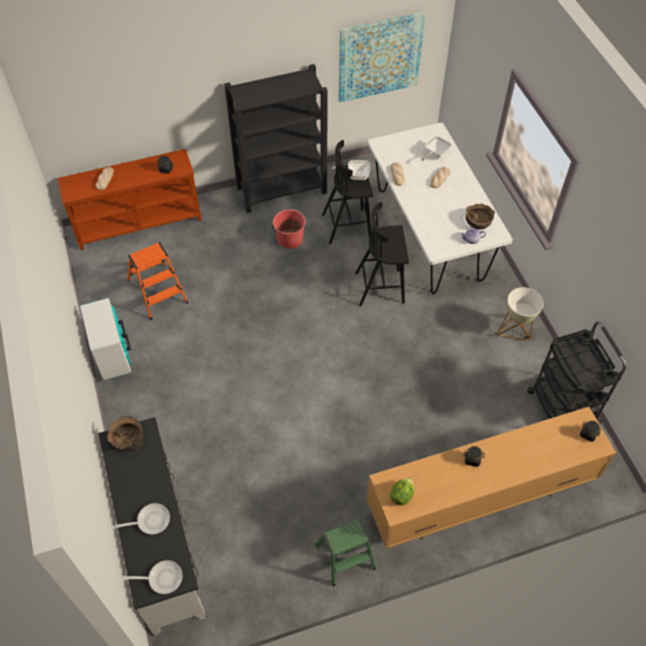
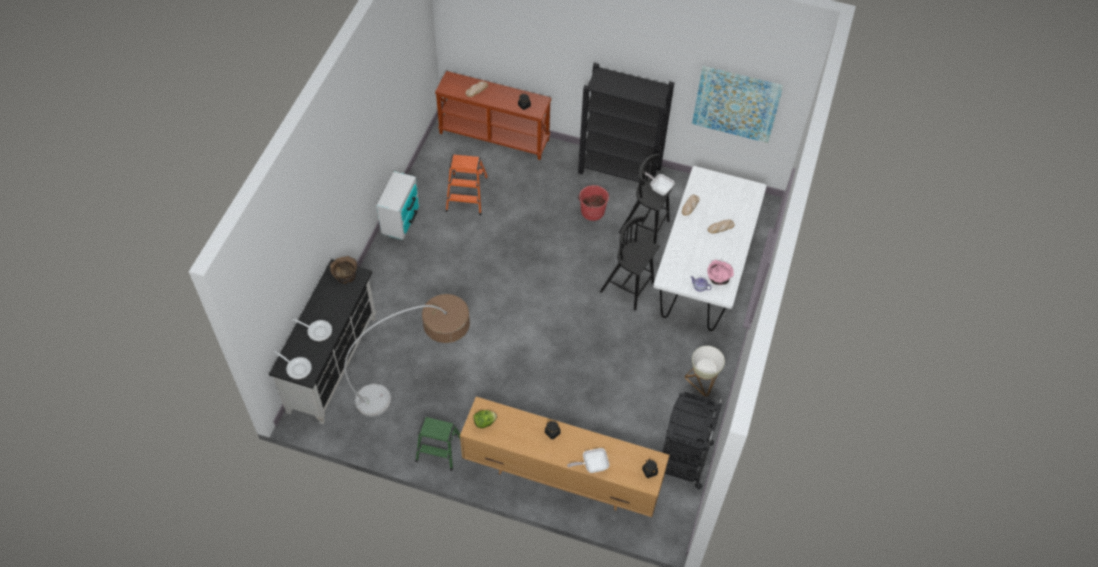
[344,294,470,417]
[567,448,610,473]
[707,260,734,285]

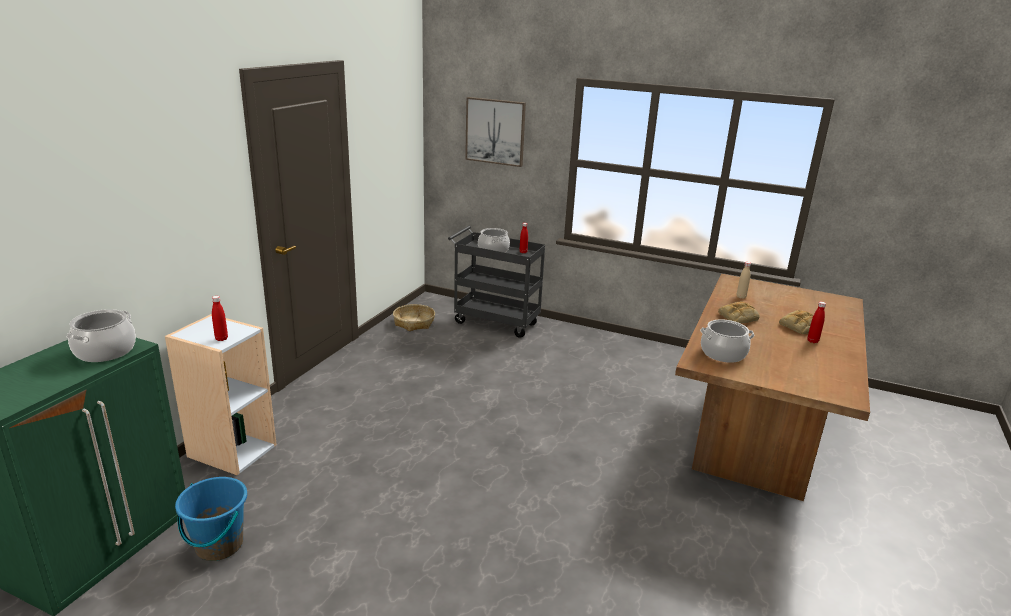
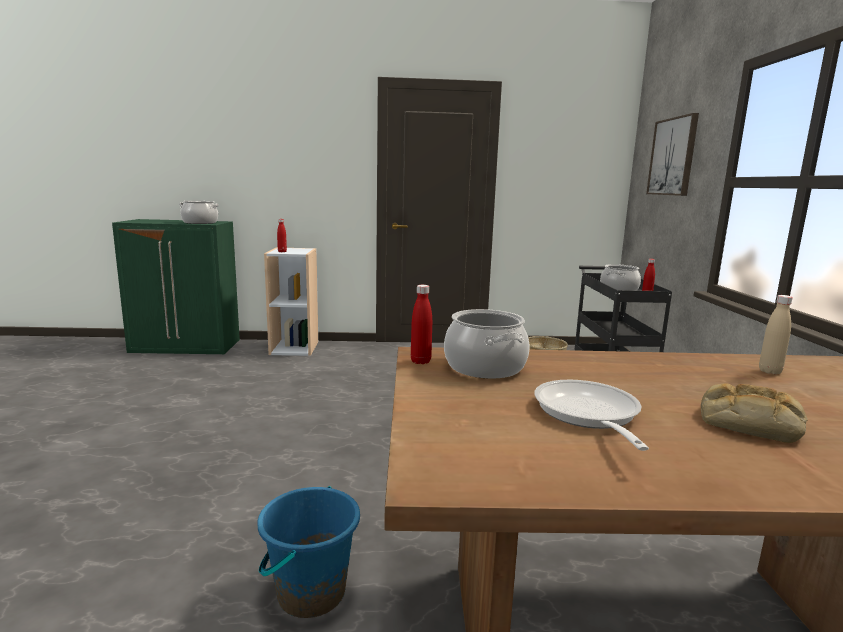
[257,486,360,618]
[411,285,432,364]
[534,380,649,451]
[718,302,760,323] (first image)

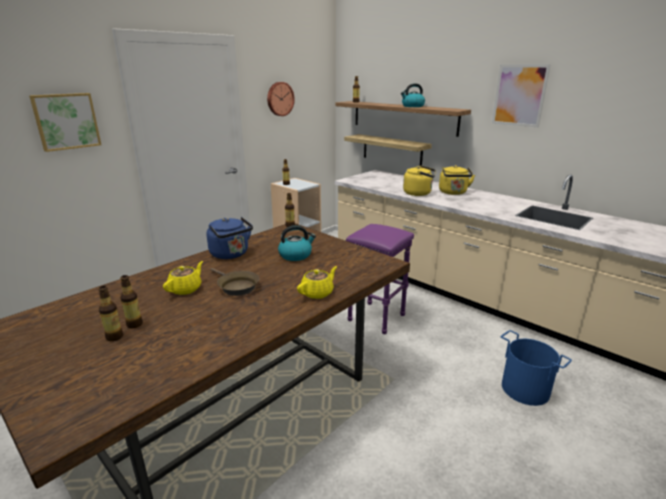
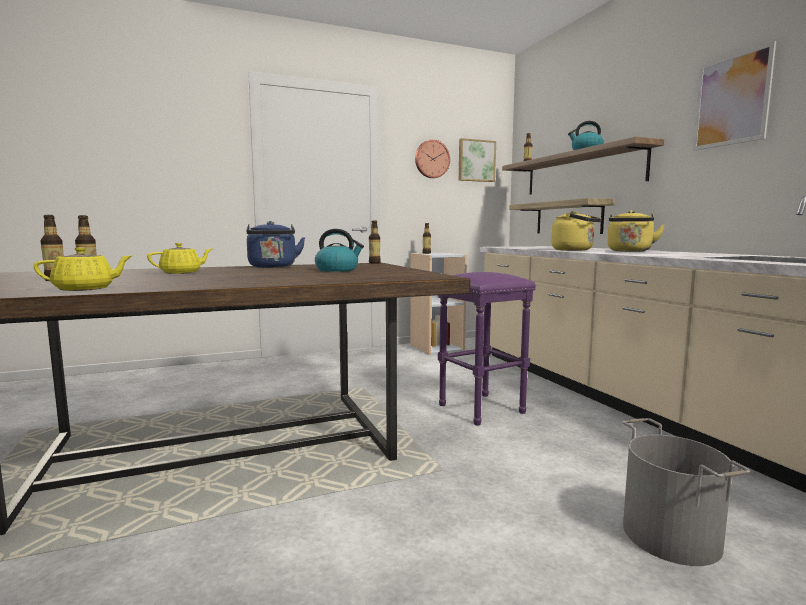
[33,247,131,291]
[459,138,496,182]
[622,418,750,566]
[210,268,260,296] (first image)

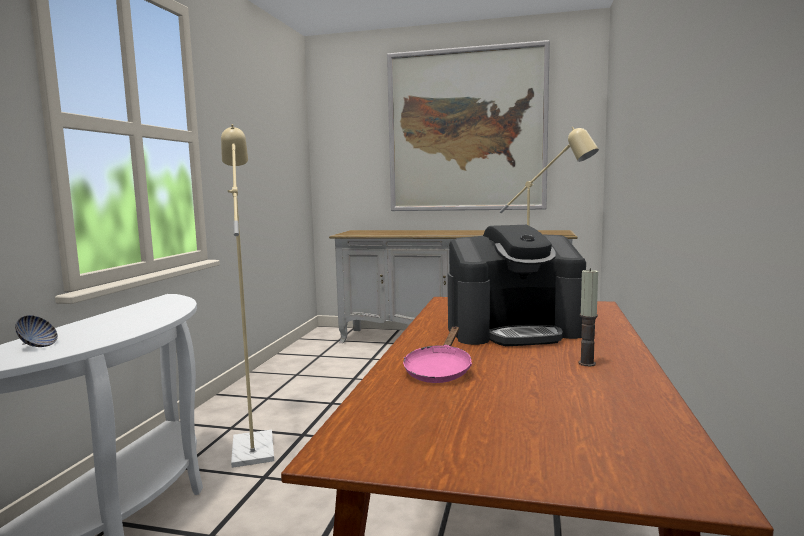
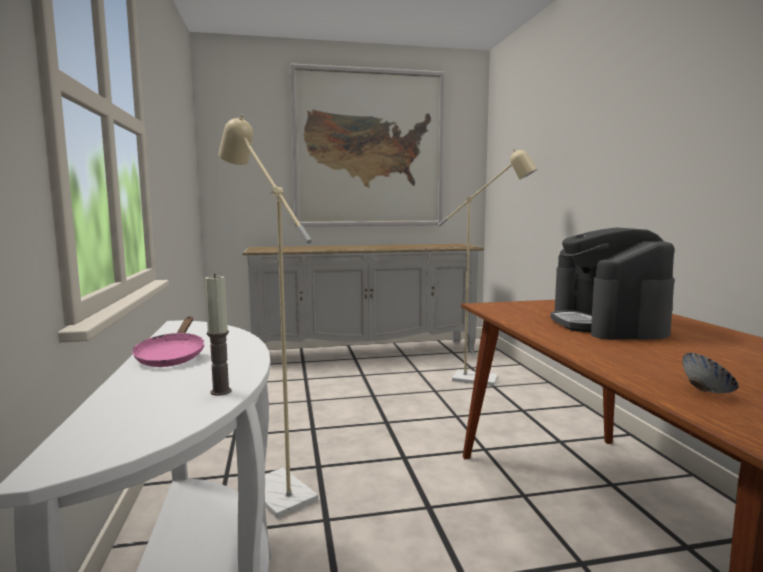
[132,317,204,367]
[205,274,232,396]
[551,227,675,340]
[683,353,739,393]

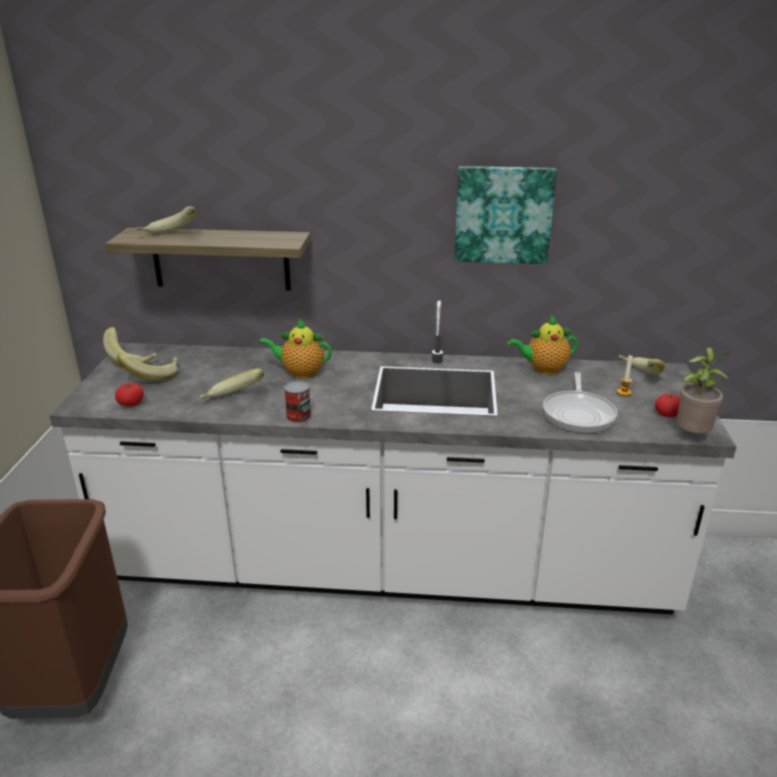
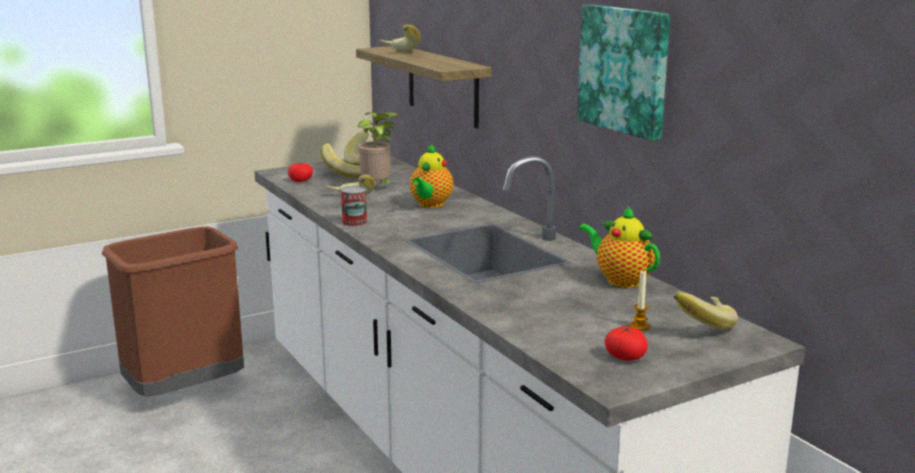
[358,112,398,184]
[410,143,454,208]
[543,372,617,433] (first image)

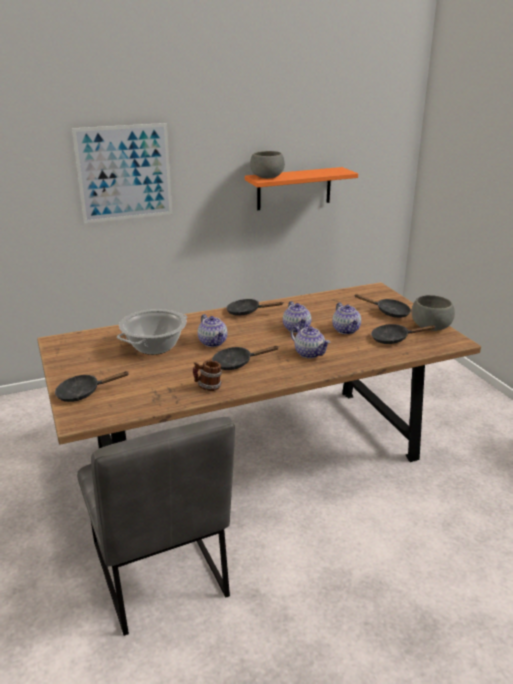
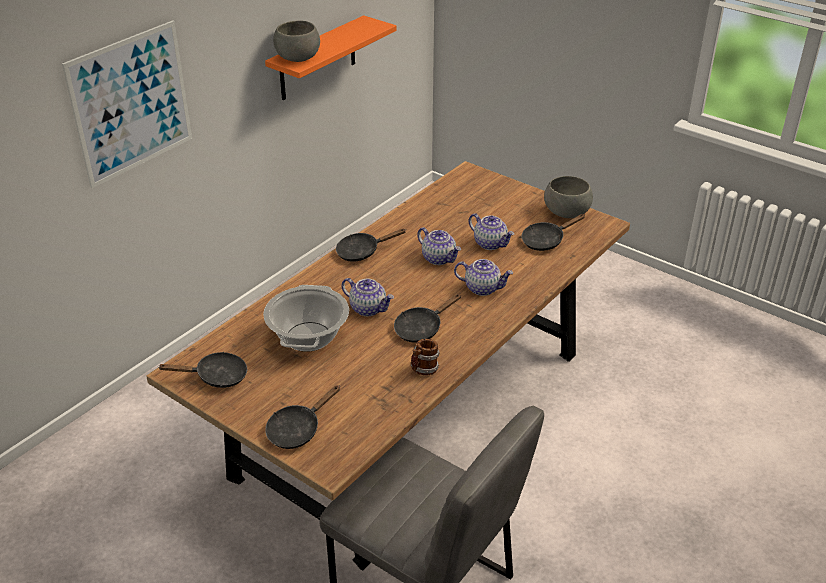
[158,352,247,388]

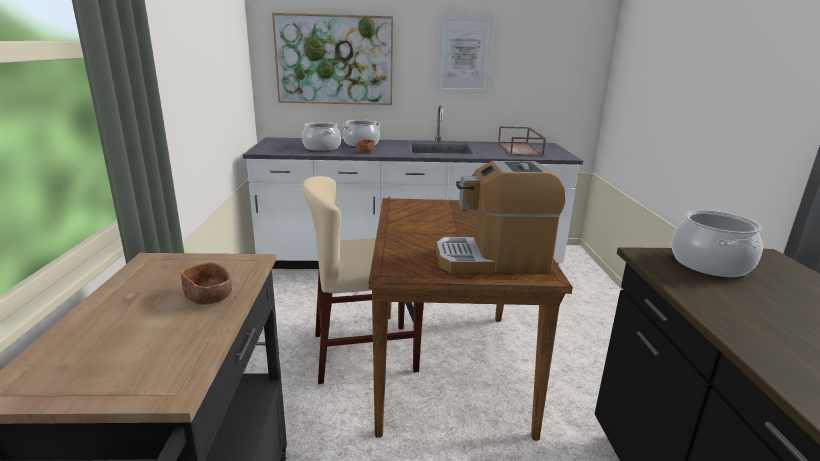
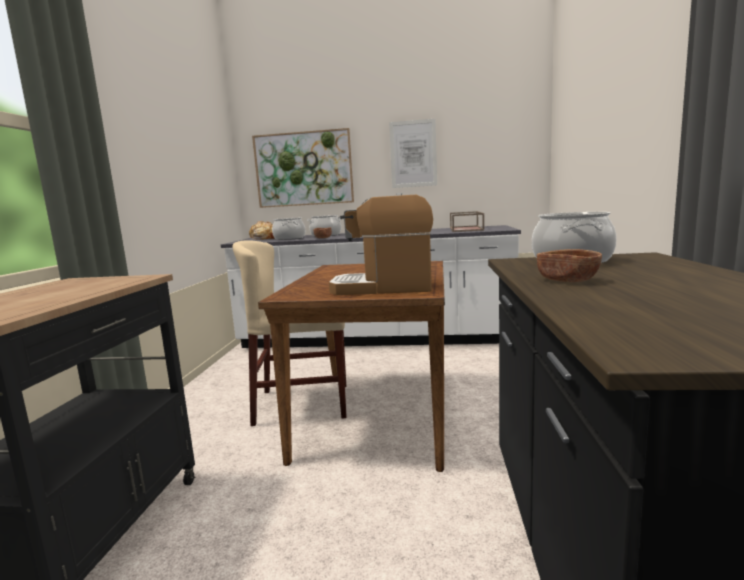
[249,221,275,240]
[537,249,602,282]

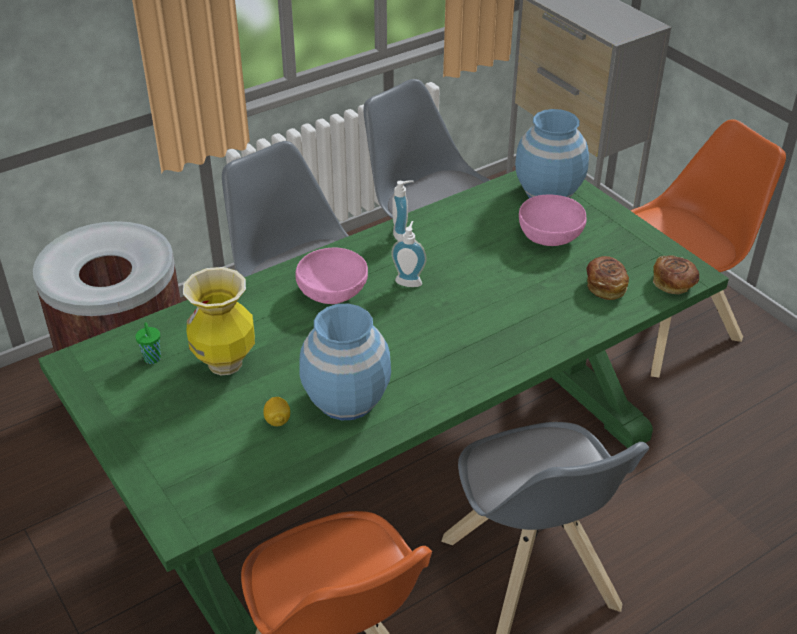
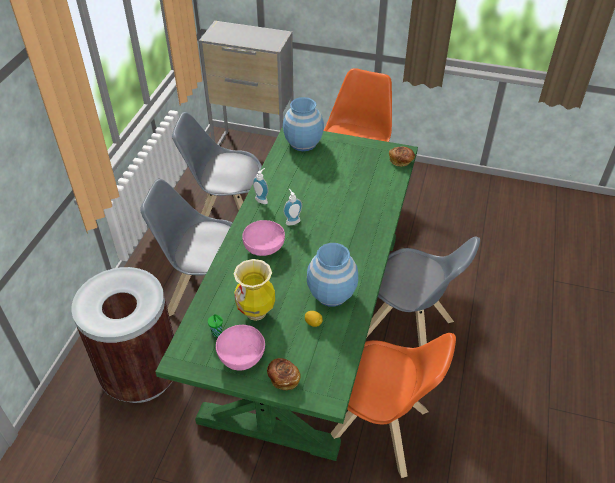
[216,325,265,371]
[267,358,300,390]

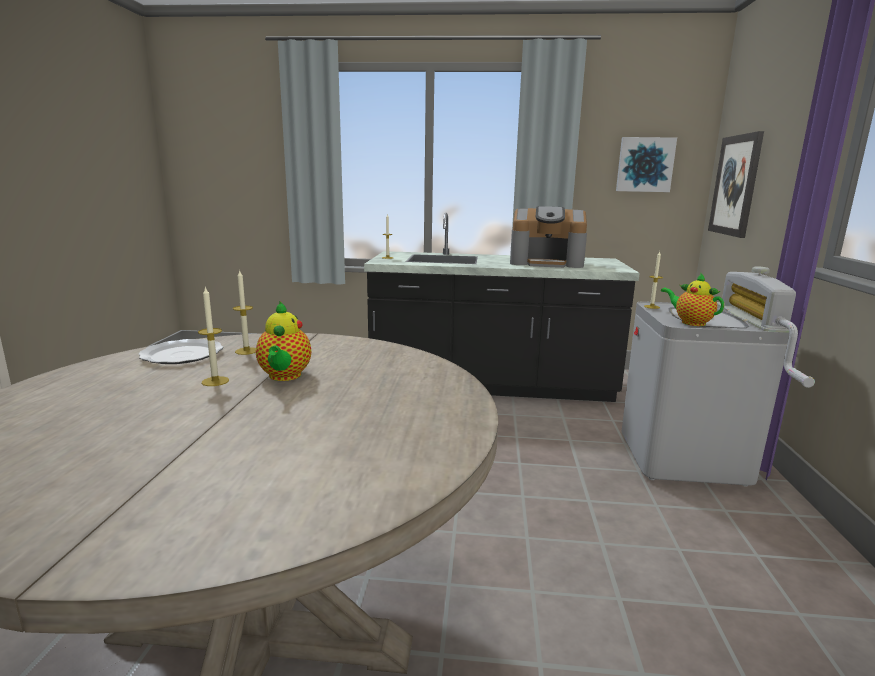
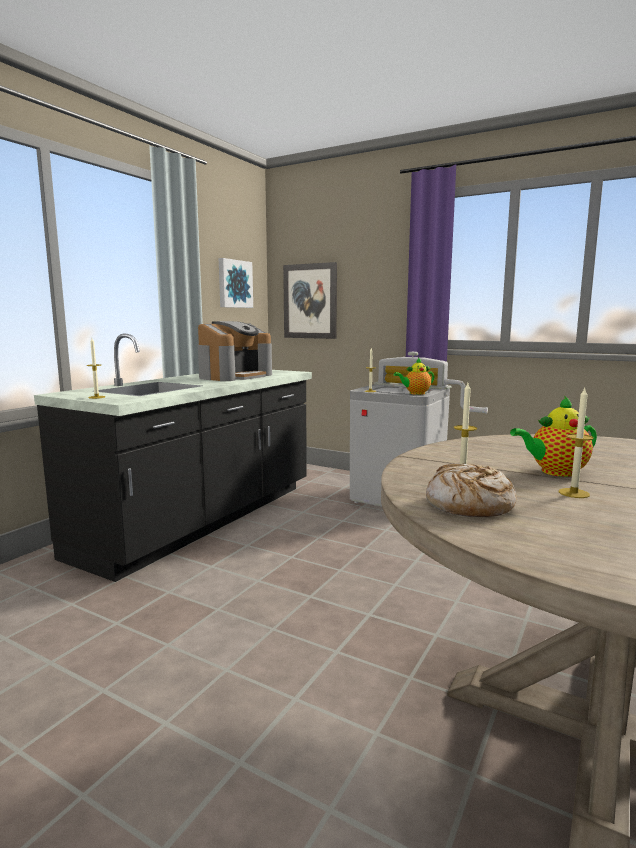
[426,464,517,517]
[510,396,597,477]

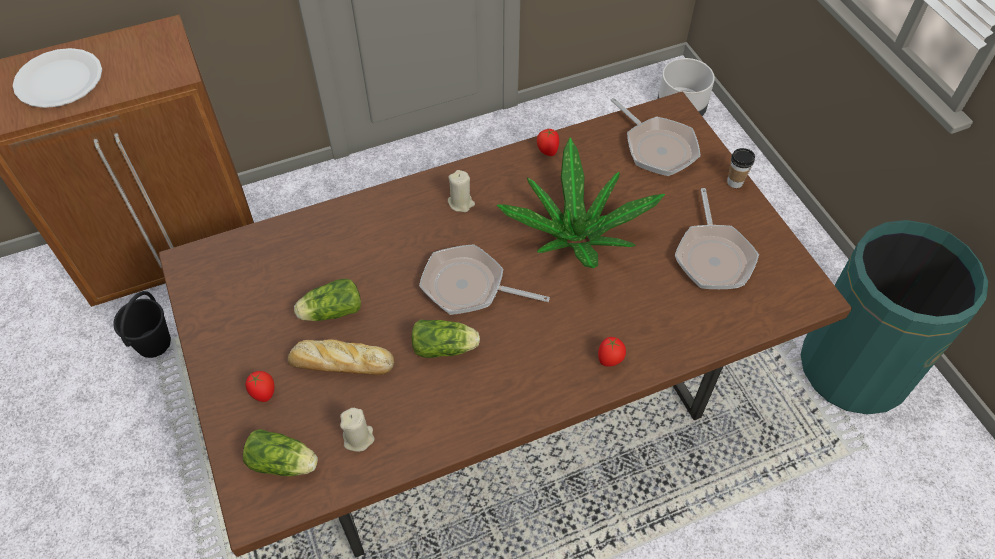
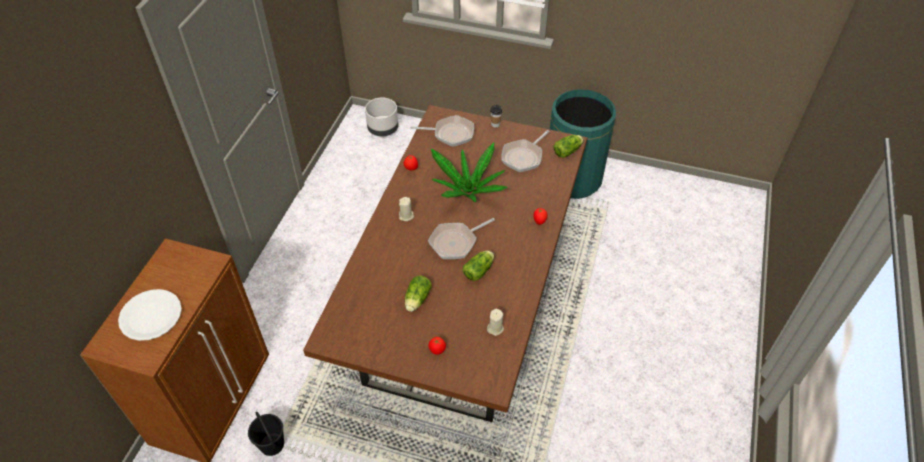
[501,130,549,172]
[554,135,584,158]
[288,339,394,375] (first image)

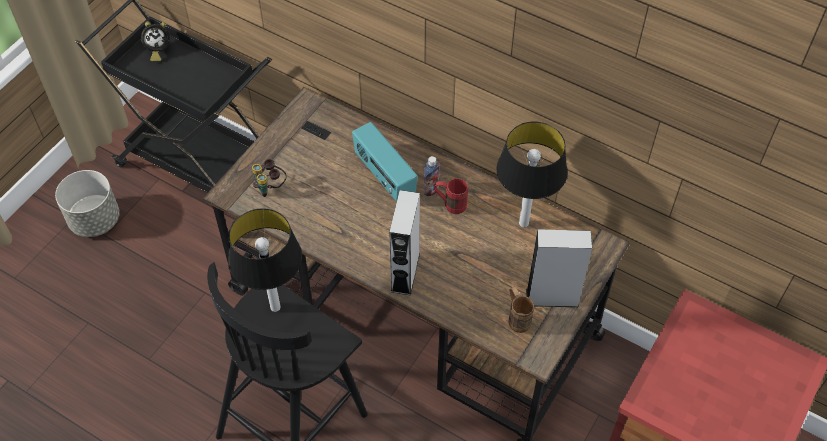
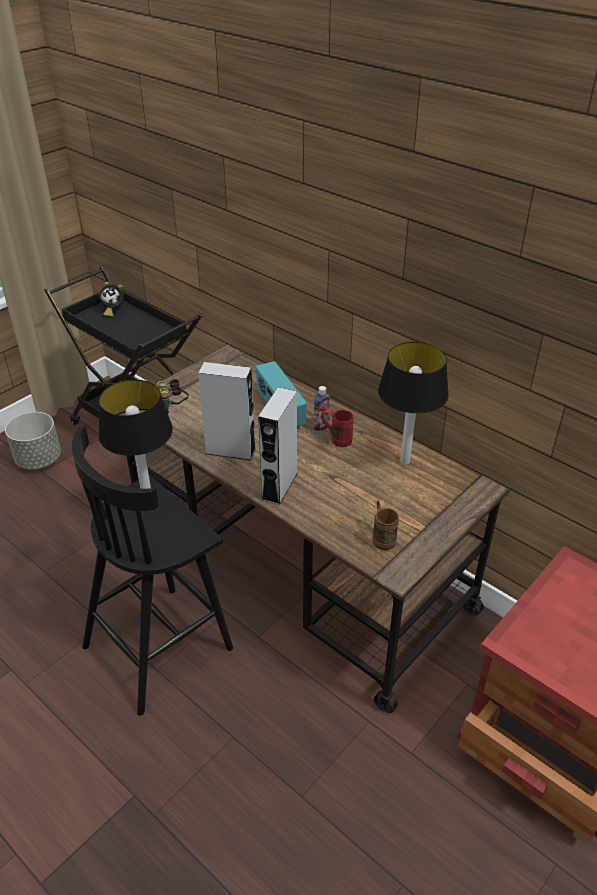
[198,362,256,460]

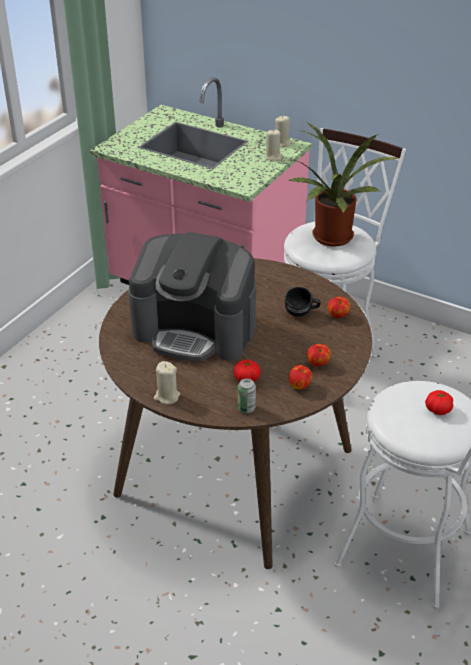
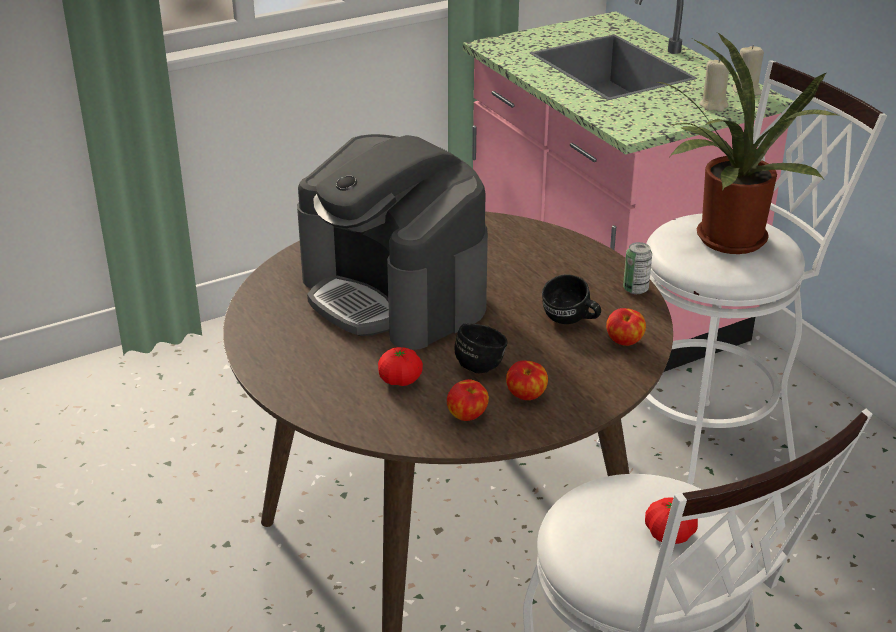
[454,323,508,373]
[623,242,652,294]
[154,361,180,404] (first image)

